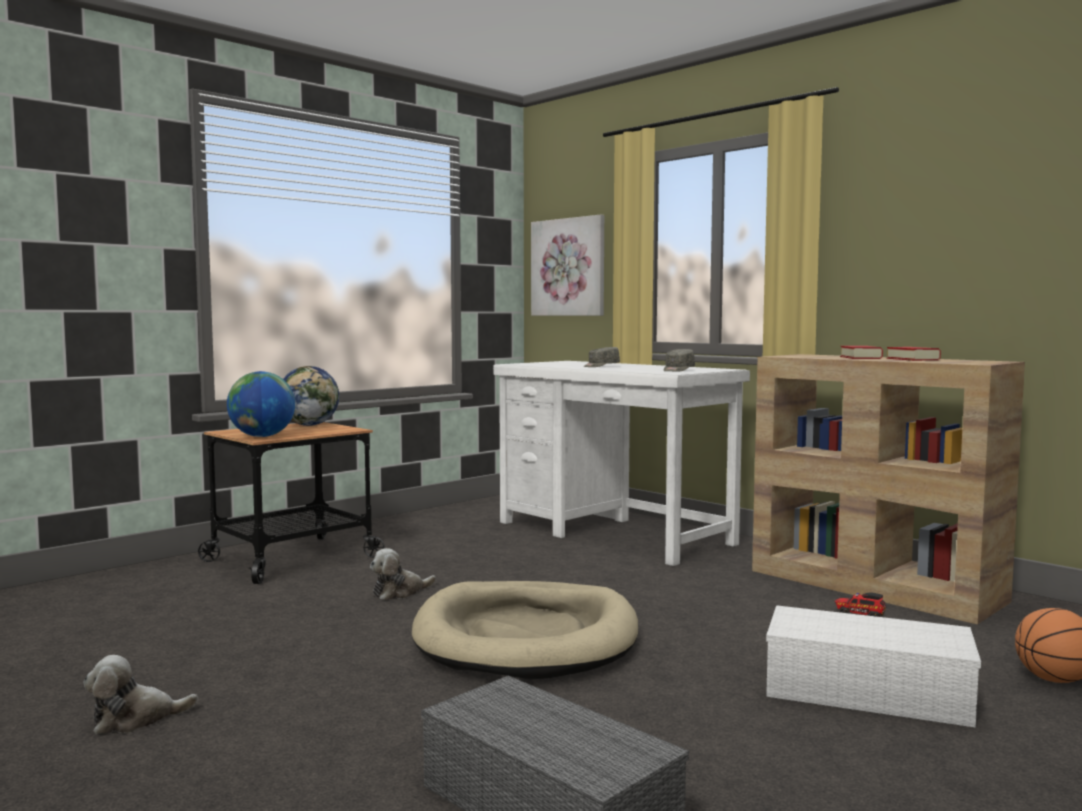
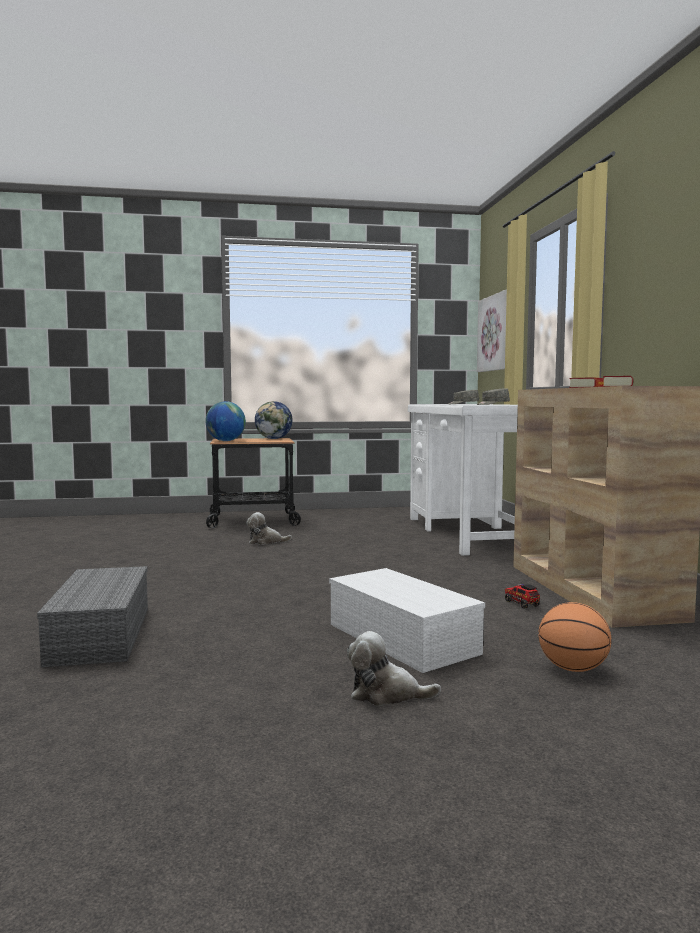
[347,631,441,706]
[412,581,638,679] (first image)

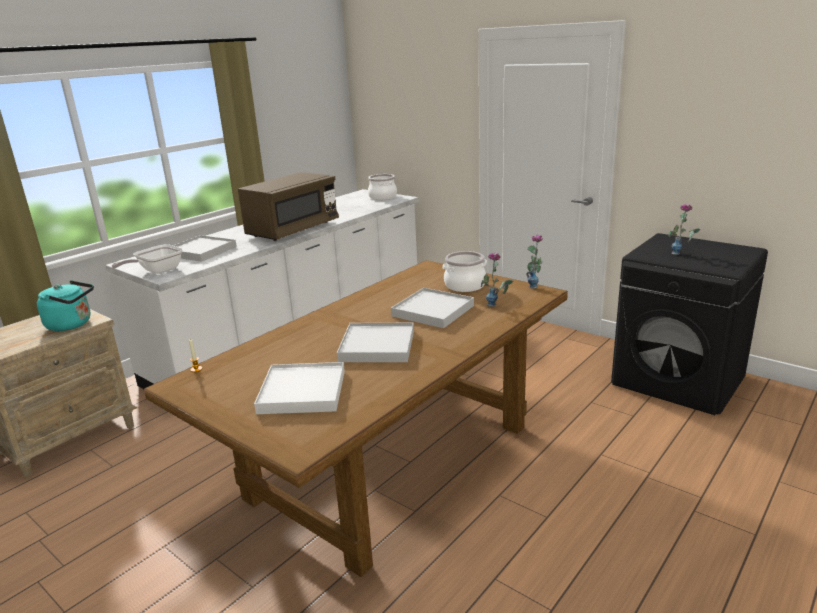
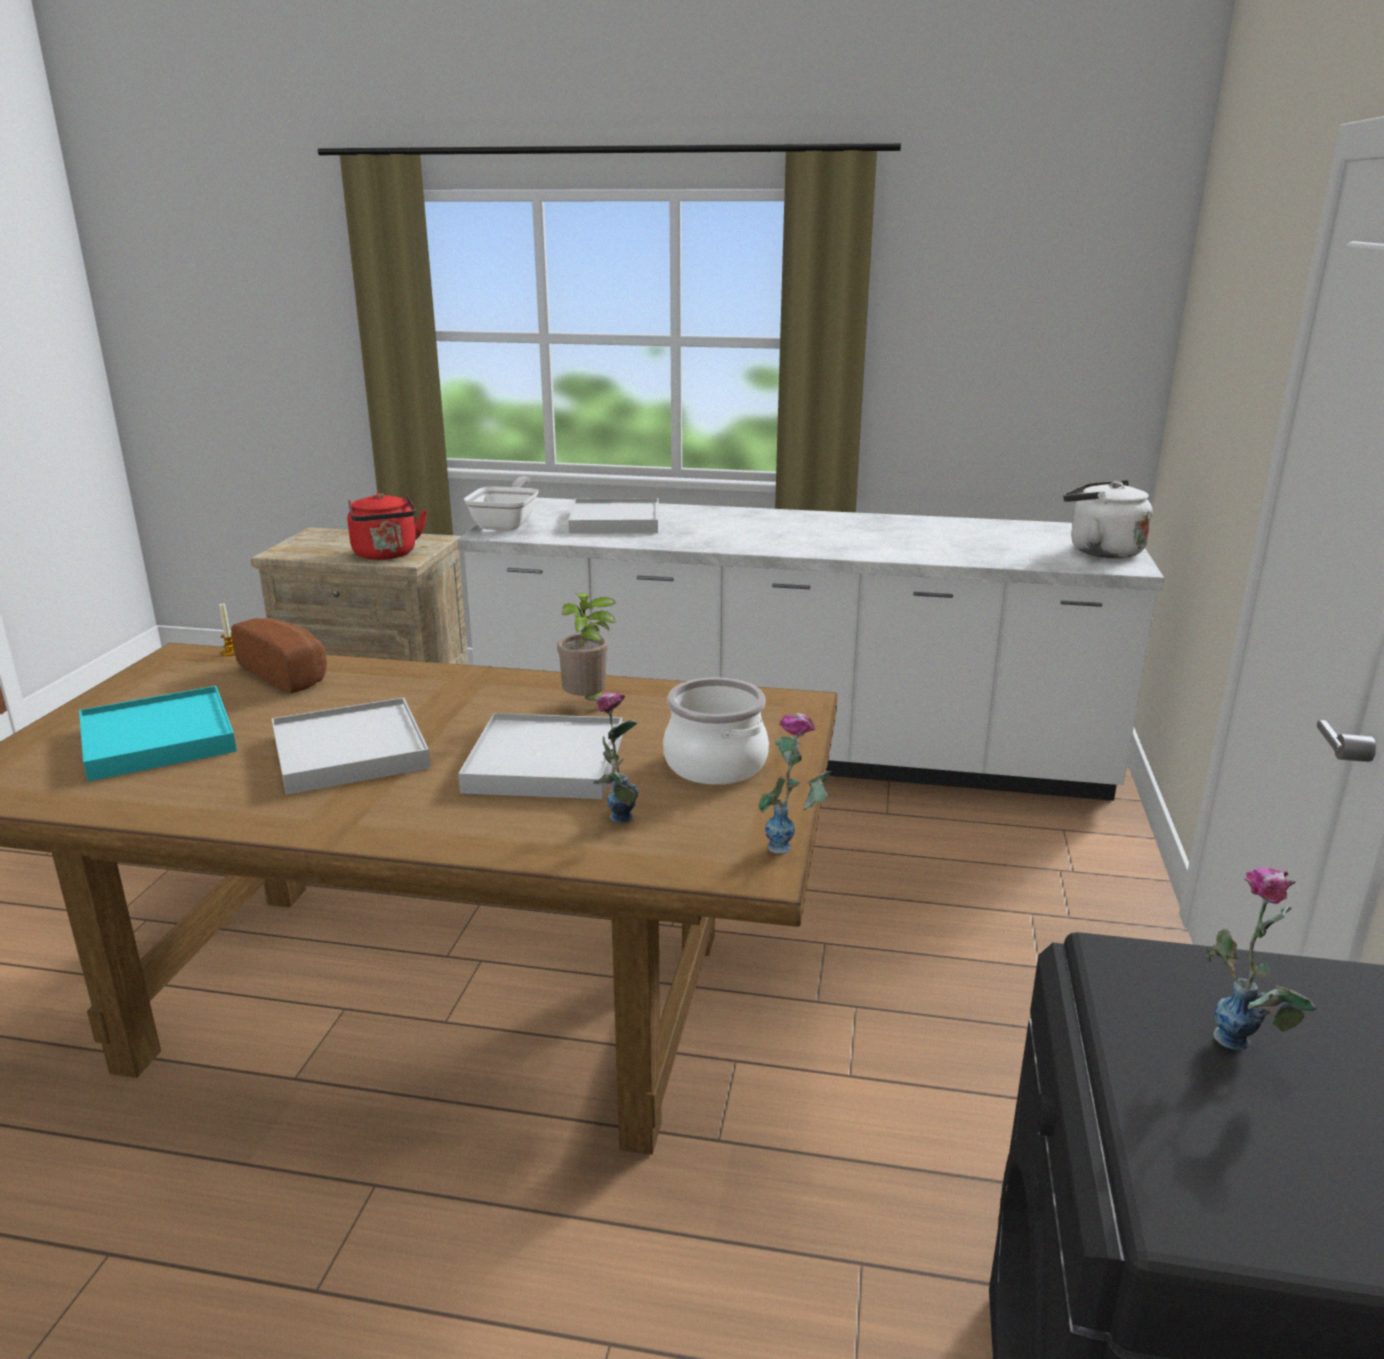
[79,686,237,781]
[231,618,327,693]
[348,493,427,560]
[464,477,538,531]
[557,594,616,701]
[1063,480,1152,558]
[238,172,339,241] (first image)

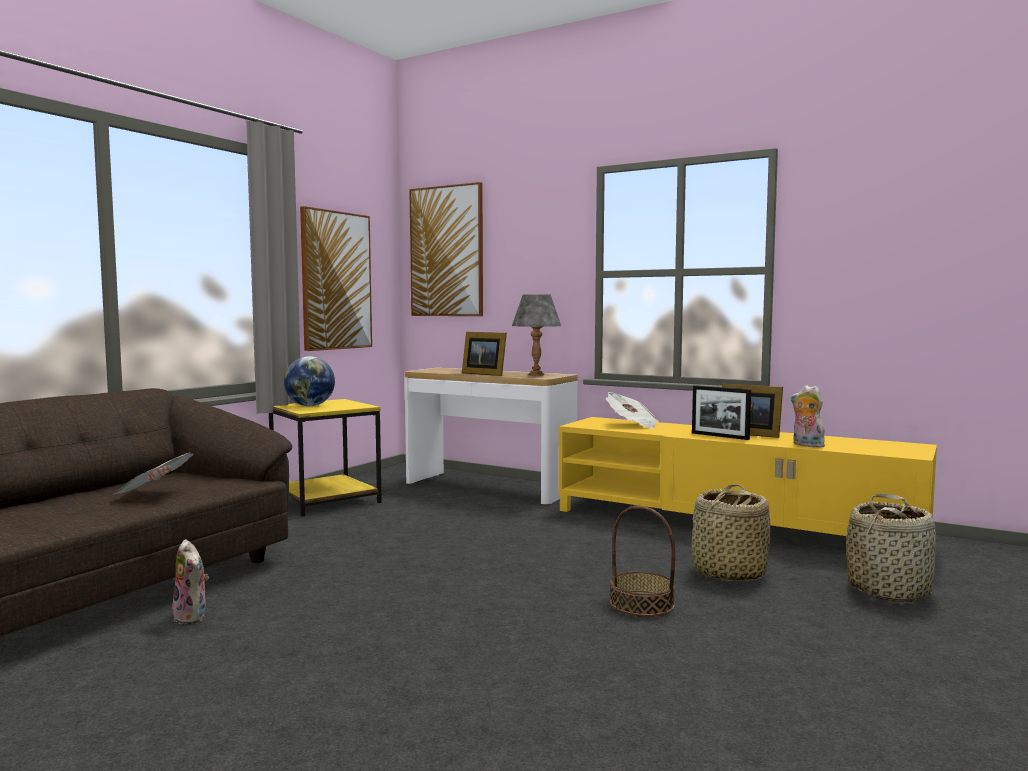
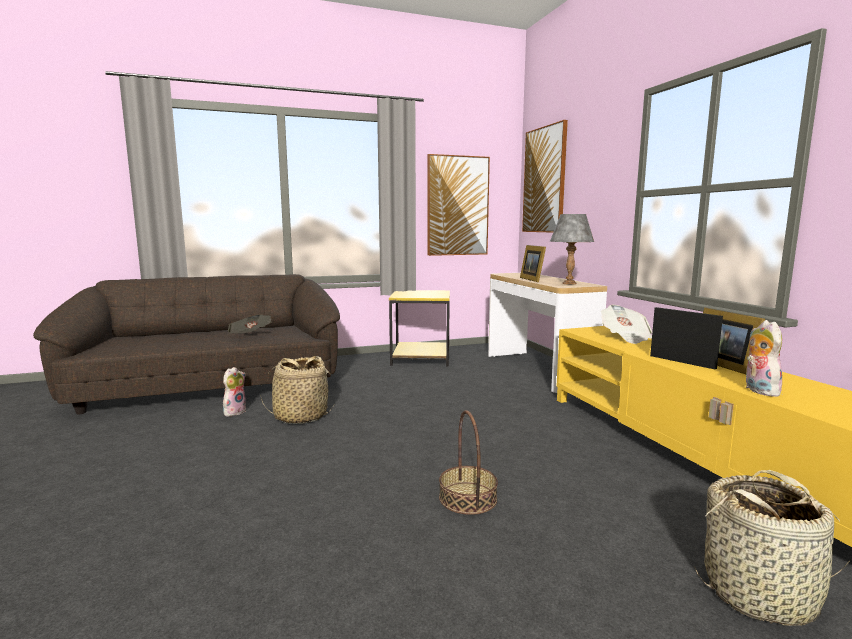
[223,367,246,417]
[260,356,335,424]
[650,307,723,369]
[284,356,335,406] (first image)

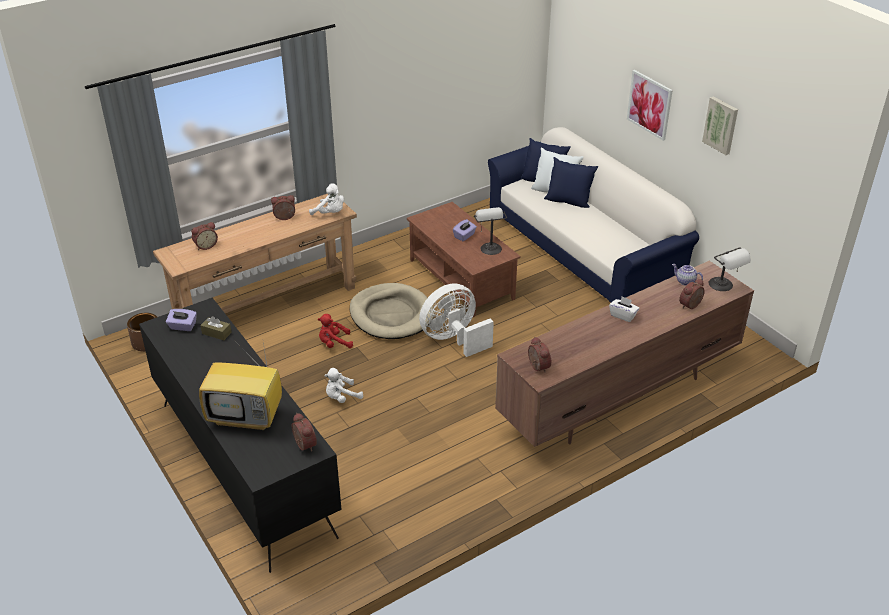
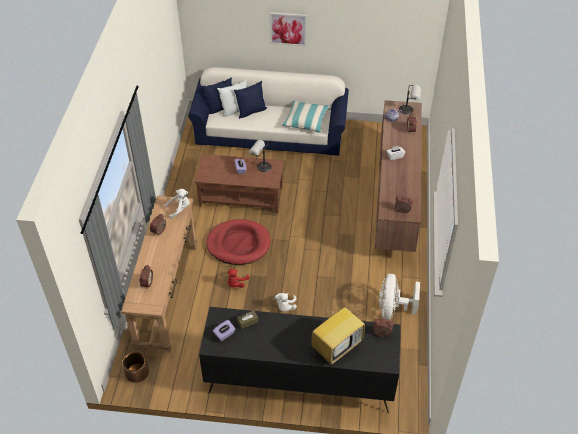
[206,219,271,265]
[282,101,330,133]
[379,274,420,320]
[702,96,738,155] (first image)

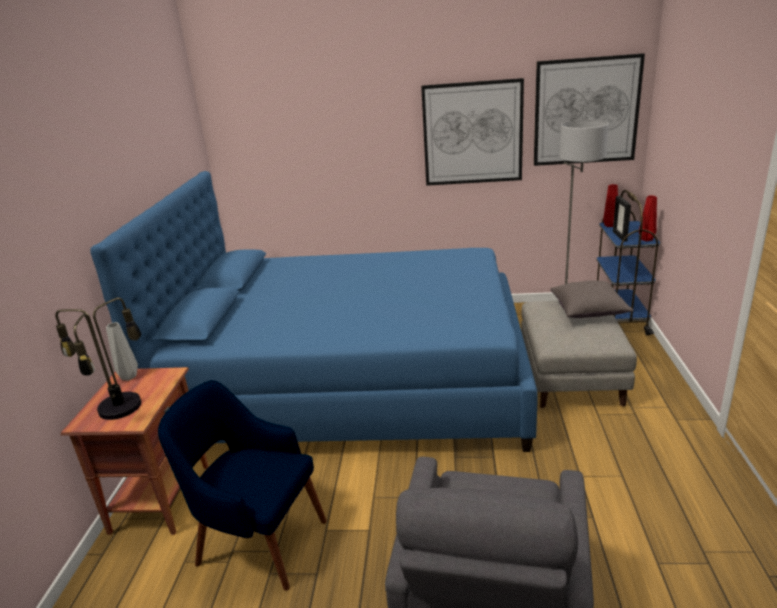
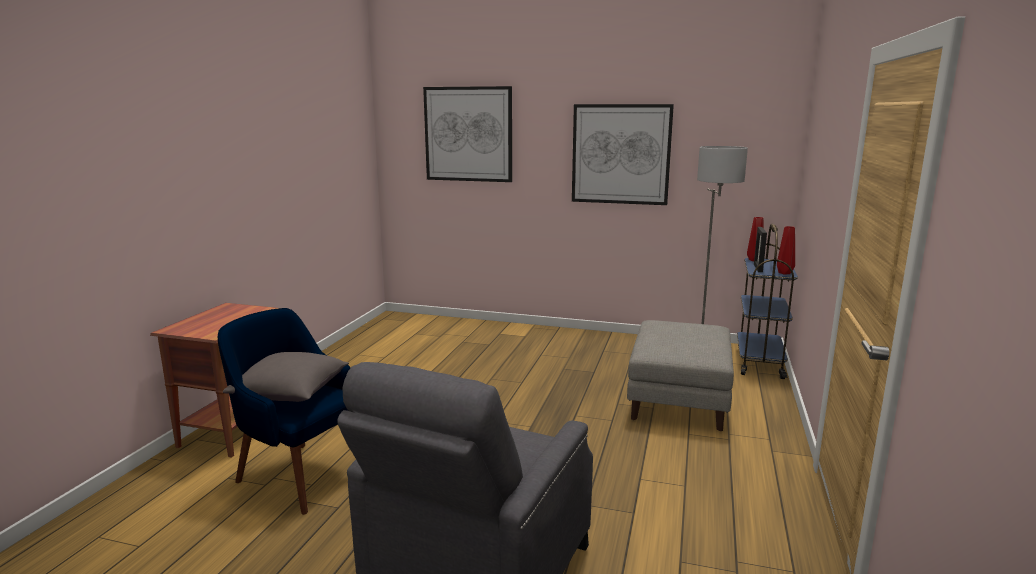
[223,352,349,402]
[423,86,512,182]
[55,297,141,420] (first image)
[90,171,538,452] (first image)
[106,322,138,381] (first image)

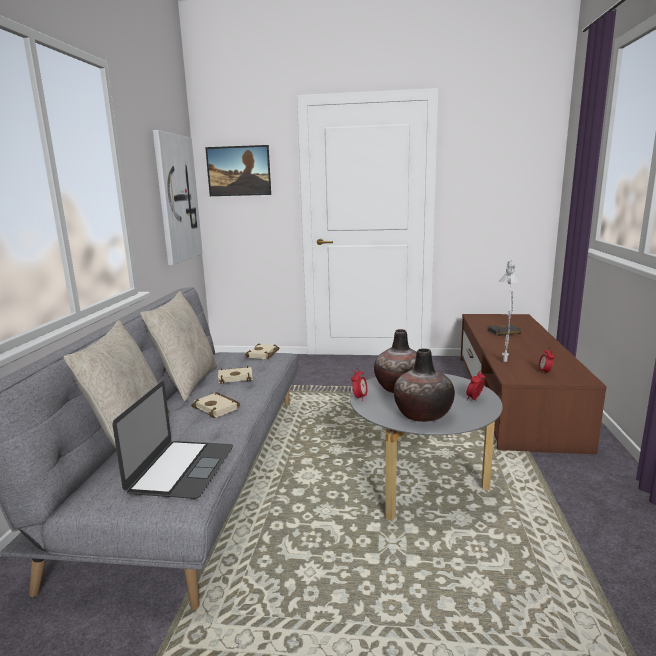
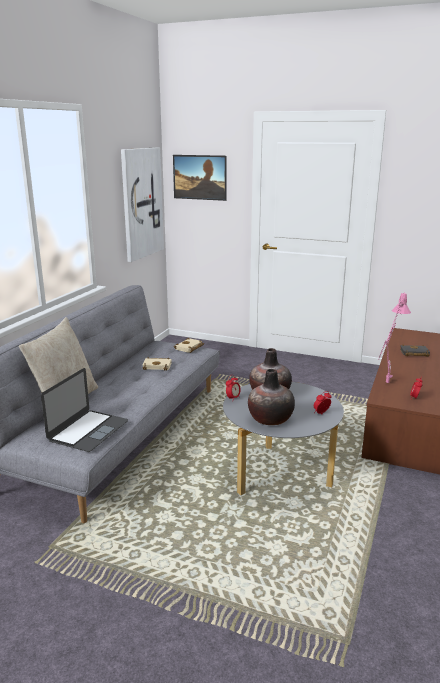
[378,293,411,383]
[140,291,217,401] (first image)
[191,392,240,418] (first image)

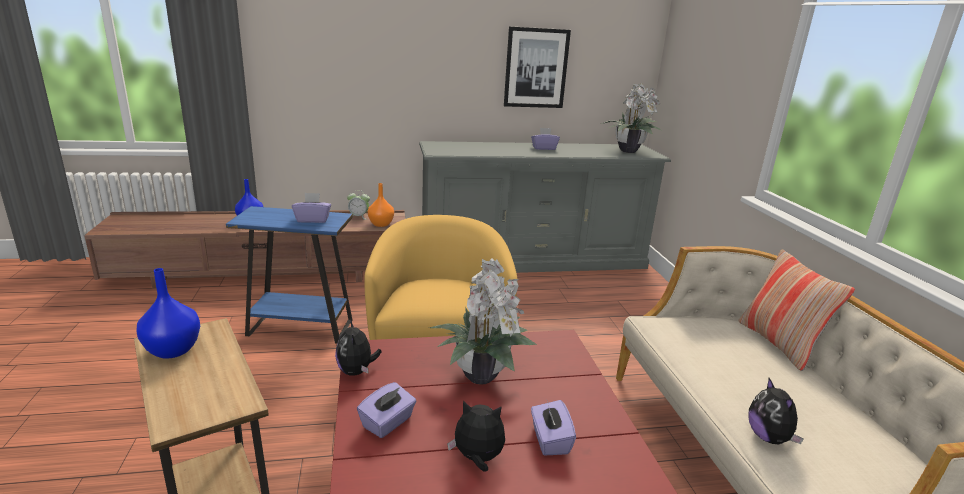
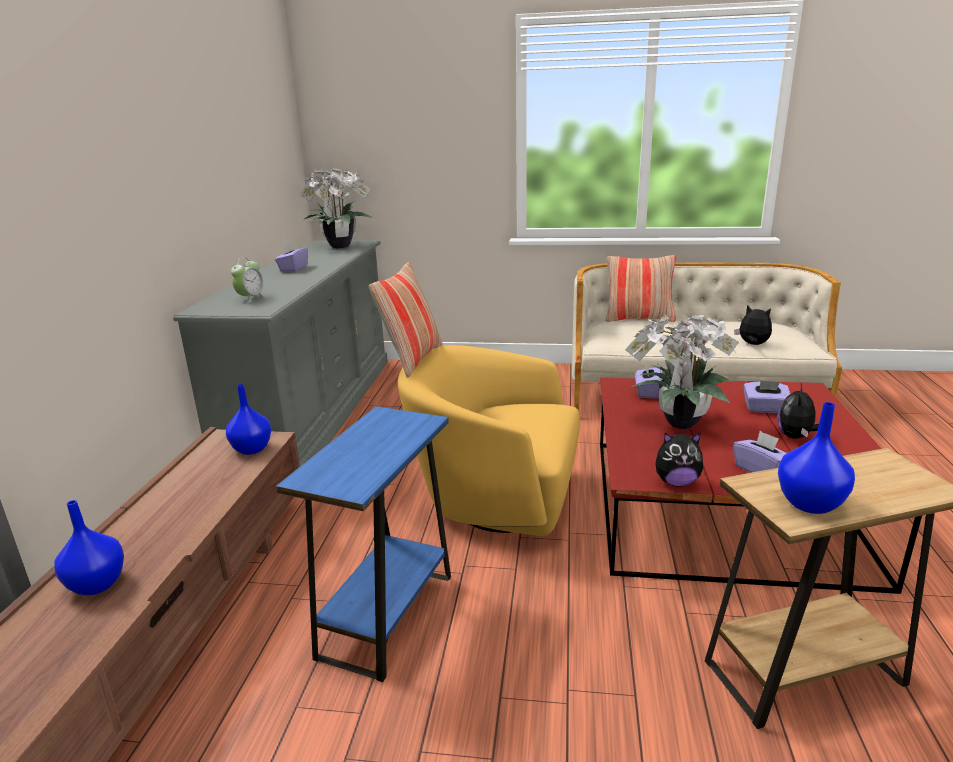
[226,384,271,455]
[231,257,265,303]
[369,262,443,378]
[635,362,663,399]
[734,305,772,345]
[504,26,571,108] (first image)

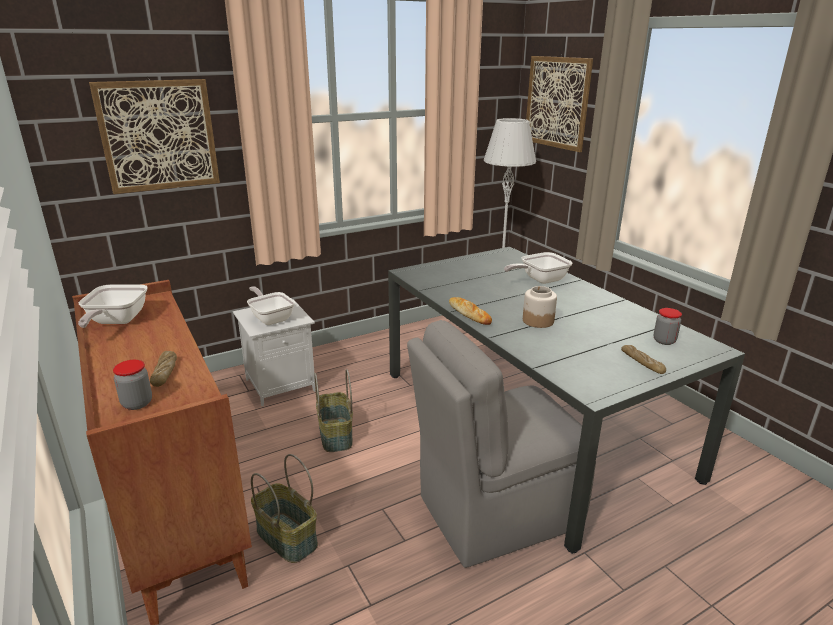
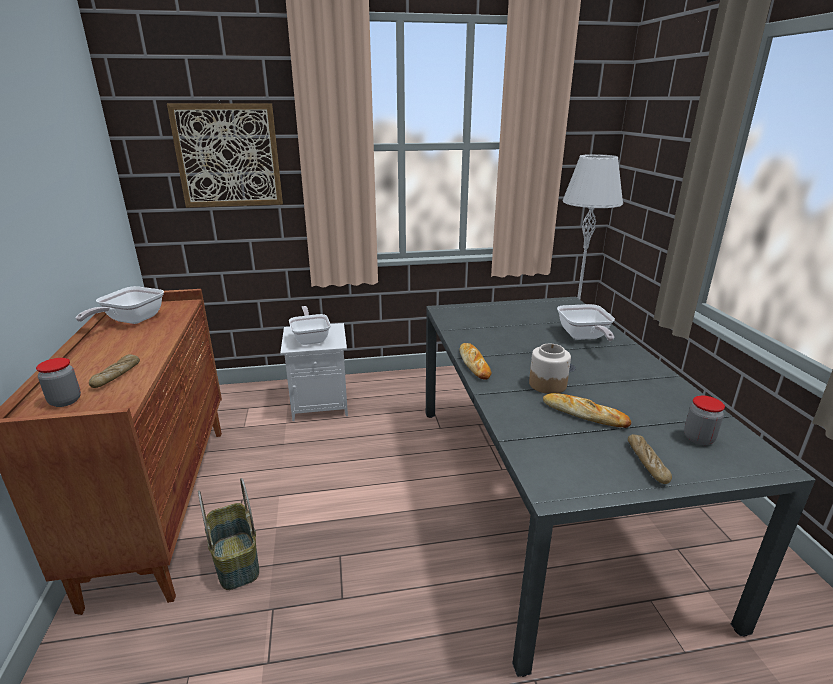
[543,393,631,428]
[557,304,615,341]
[314,369,353,452] (first image)
[407,320,596,568] (first image)
[526,55,593,152] (first image)

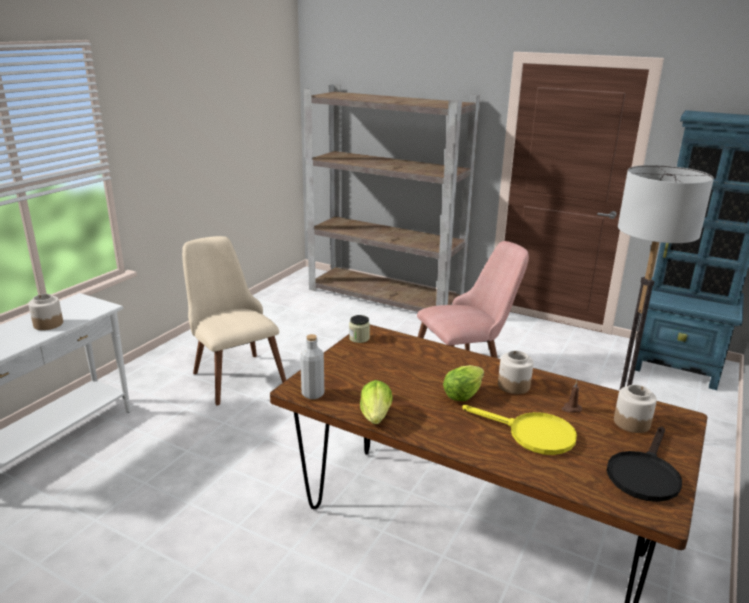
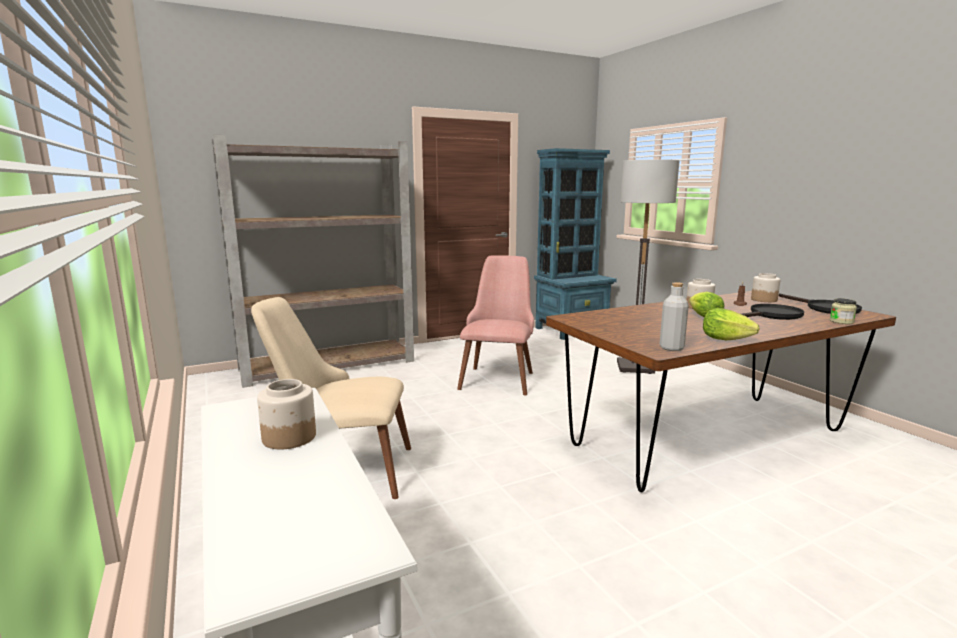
[742,304,804,320]
[830,298,857,324]

